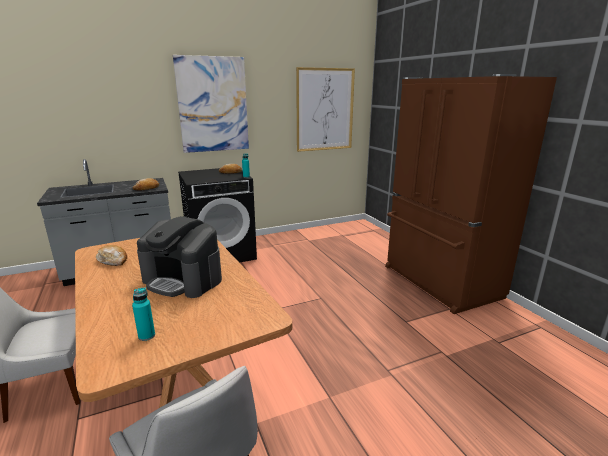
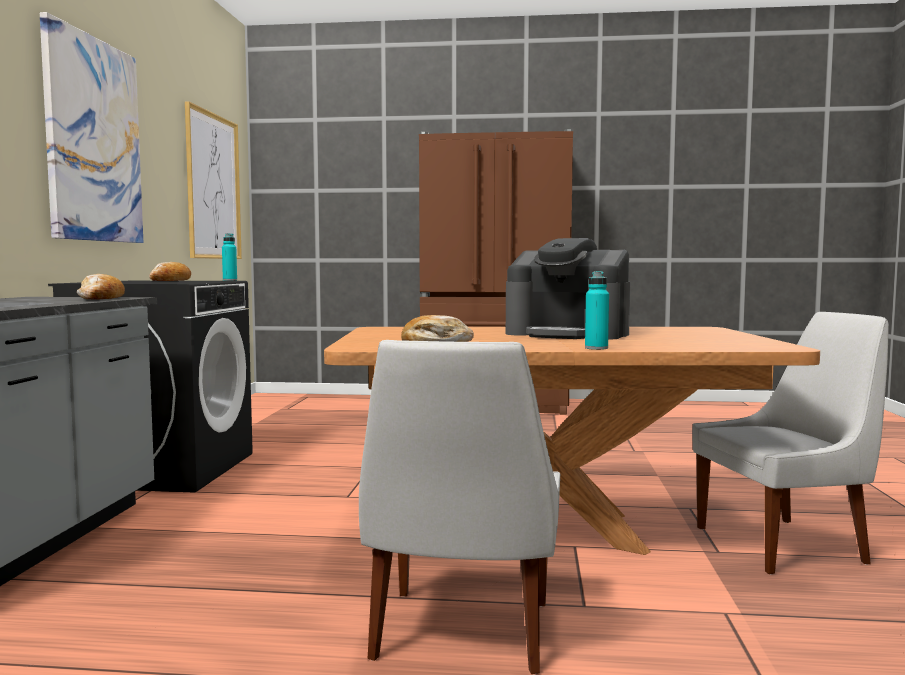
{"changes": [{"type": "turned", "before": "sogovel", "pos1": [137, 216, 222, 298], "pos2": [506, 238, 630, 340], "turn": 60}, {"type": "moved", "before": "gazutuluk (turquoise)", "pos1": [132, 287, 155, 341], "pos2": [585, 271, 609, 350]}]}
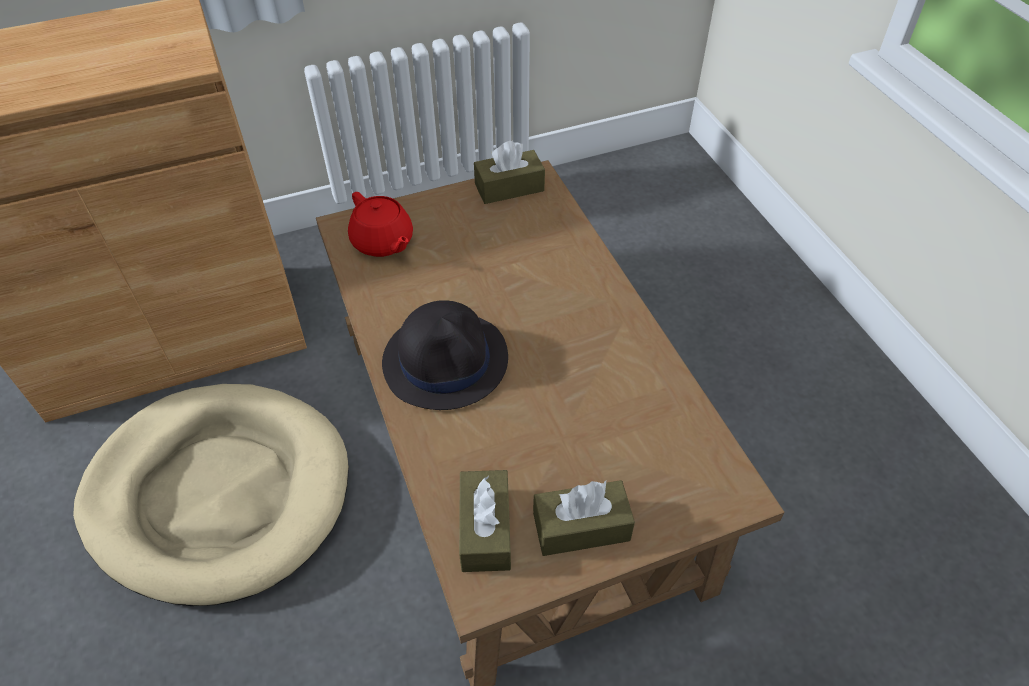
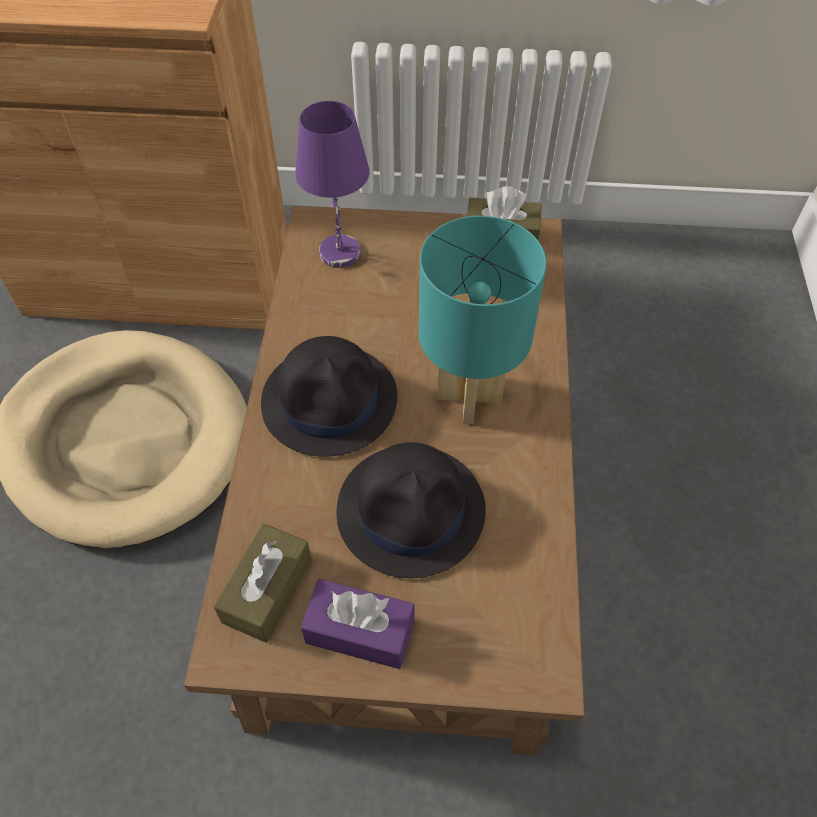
{"changes": [{"type": "replaced", "before": "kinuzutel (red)", "after": "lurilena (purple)", "pos1": [348, 192, 413, 257], "pos2": [295, 101, 370, 268]}, {"type": "recoloured", "before": "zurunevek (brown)", "after": "zurunevek (purple)", "pos1": [533, 480, 635, 556], "pos2": [301, 579, 415, 669]}, {"type": "added", "after": "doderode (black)", "pos2": [336, 442, 486, 578]}, {"type": "added", "after": "lurilena (turquoise)", "pos2": [419, 216, 547, 424]}]}
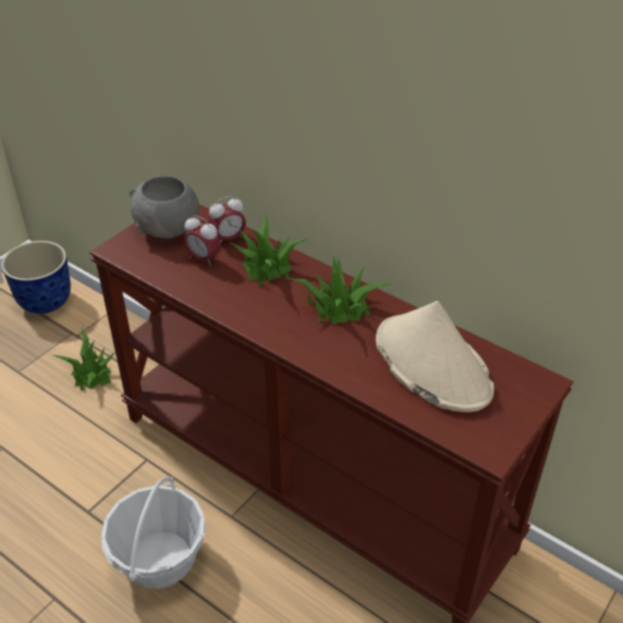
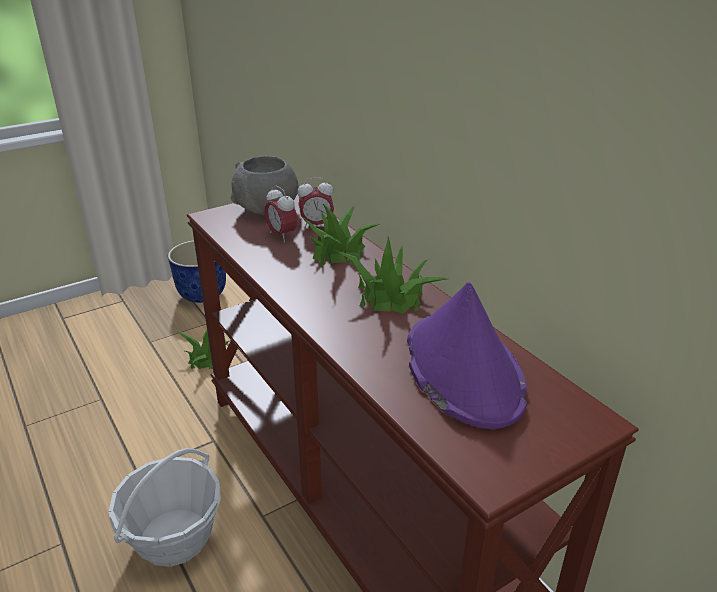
{"changes": [{"type": "recoloured", "before": "doderode (beige)", "after": "doderode (purple)", "pos1": [376, 301, 494, 412], "pos2": [407, 282, 527, 429]}]}
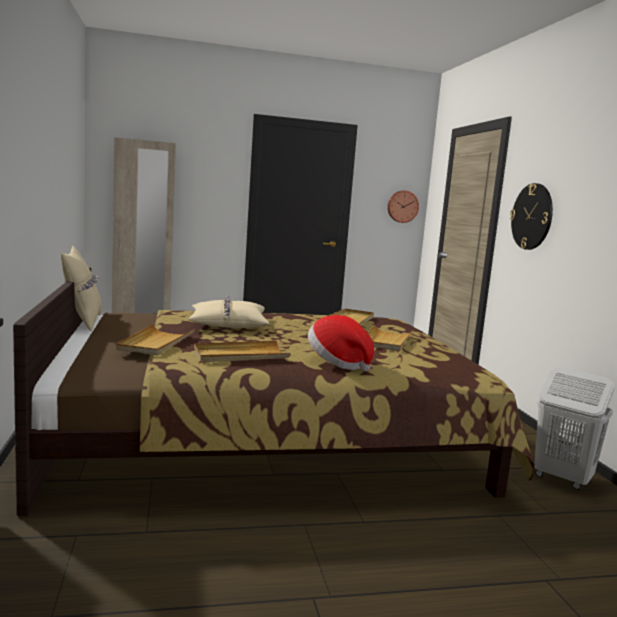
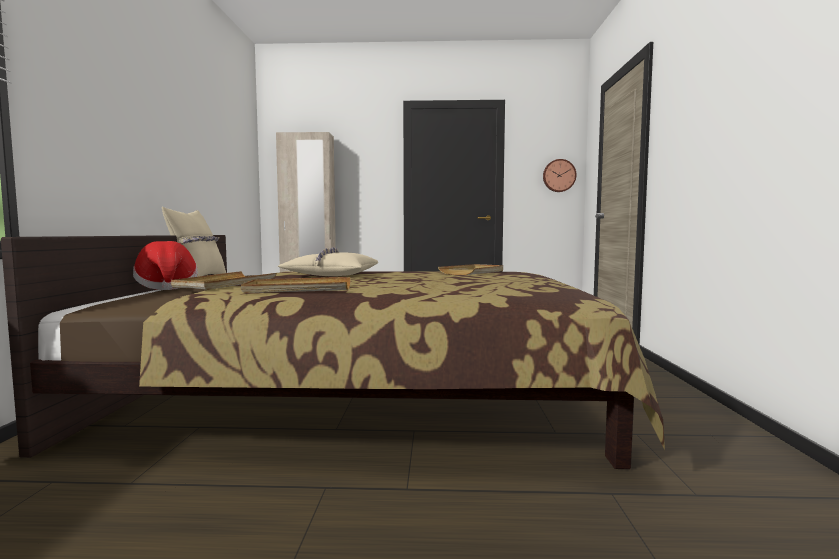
{"changes": [{"type": "moved", "before": "doderode", "pos1": [308, 315, 374, 371], "pos2": [133, 241, 198, 290]}, {"type": "removed", "before": "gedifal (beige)", "pos1": [368, 324, 413, 351]}, {"type": "removed", "before": "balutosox", "pos1": [510, 183, 553, 250]}, {"type": "removed", "before": "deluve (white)", "pos1": [534, 368, 614, 490]}]}
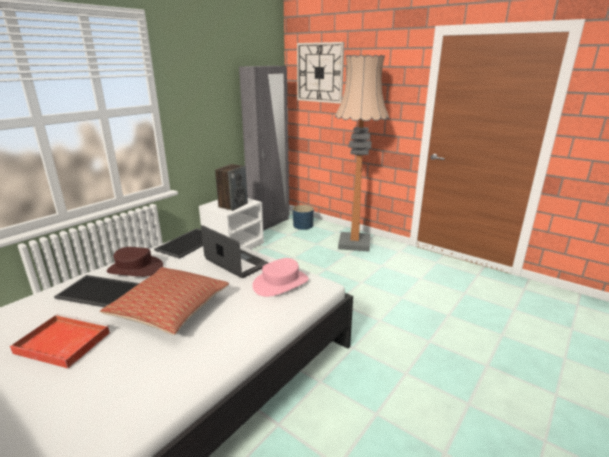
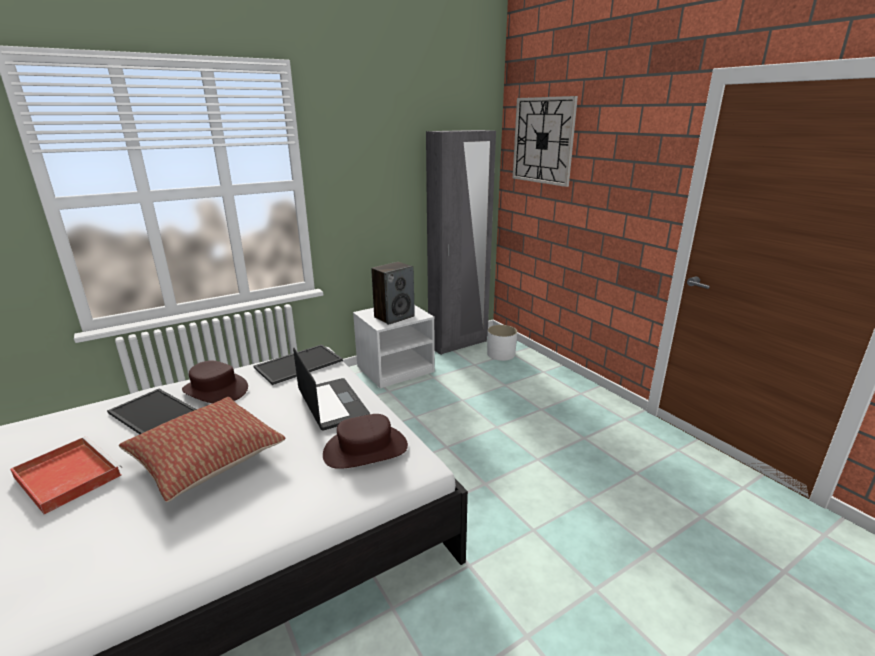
{"changes": [{"type": "recoloured", "before": "doderode (pink)", "after": "doderode (brown)", "pos1": [252, 258, 309, 297], "pos2": [323, 414, 408, 469]}, {"type": "recoloured", "before": "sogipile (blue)", "after": "sogipile (white)", "pos1": [293, 205, 314, 230], "pos2": [487, 325, 517, 361]}, {"type": "removed", "before": "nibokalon", "pos1": [335, 54, 389, 252]}]}
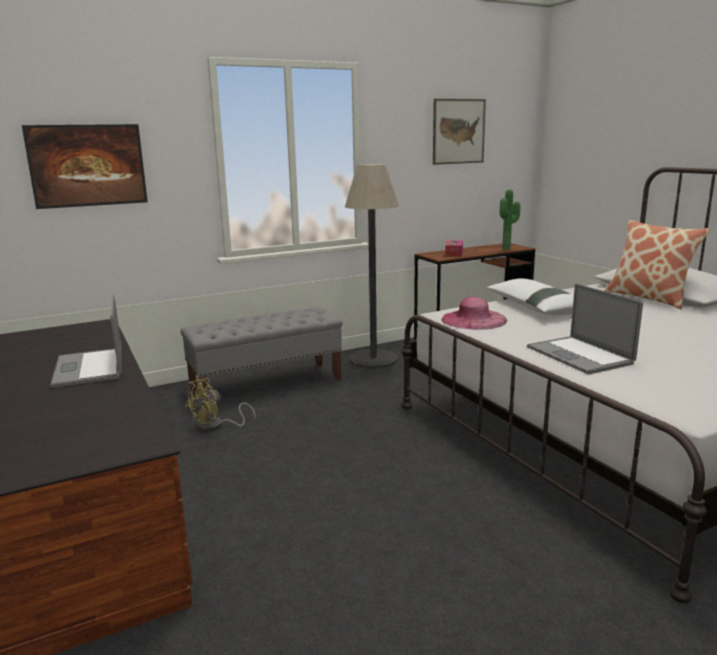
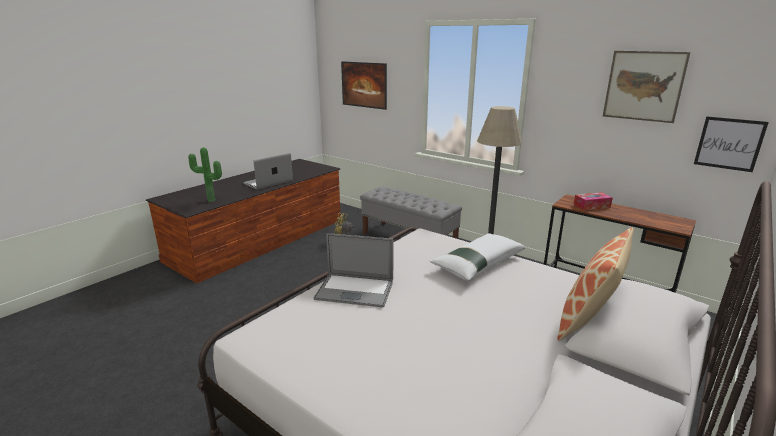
{"changes": [{"type": "moved", "before": "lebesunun", "pos1": [499, 189, 520, 250], "pos2": [188, 148, 222, 202]}, {"type": "turned", "before": "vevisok", "pos1": [527, 283, 643, 374], "pos2": [314, 233, 394, 308], "turn": -120}, {"type": "added", "after": "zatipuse", "pos2": [694, 116, 769, 172]}, {"type": "removed", "before": "doderode (pink)", "pos1": [441, 297, 507, 330]}]}
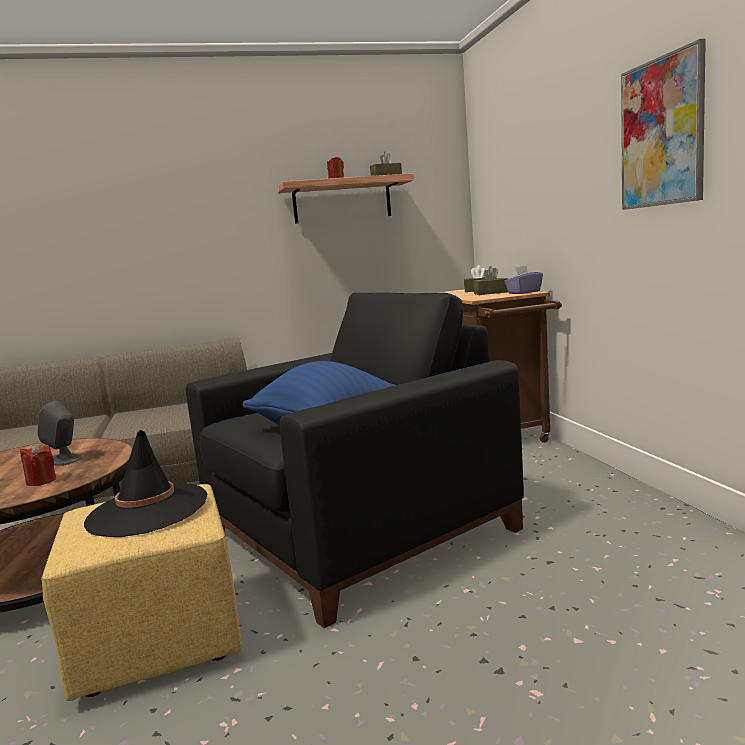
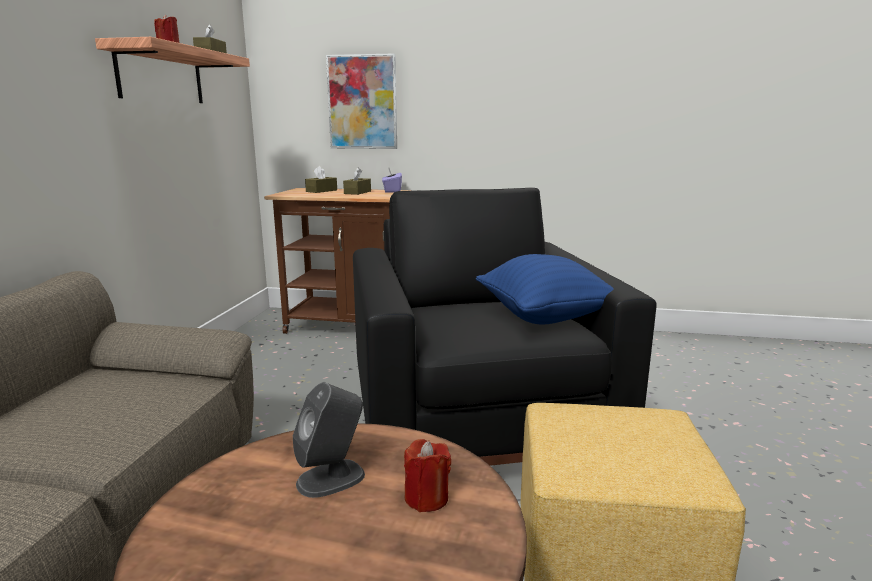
{"changes": [{"type": "moved", "before": "zatipuse", "pos1": [621, 39, 706, 210], "pos2": [326, 53, 397, 149]}, {"type": "removed", "before": "doderode (black)", "pos1": [84, 430, 207, 537]}]}
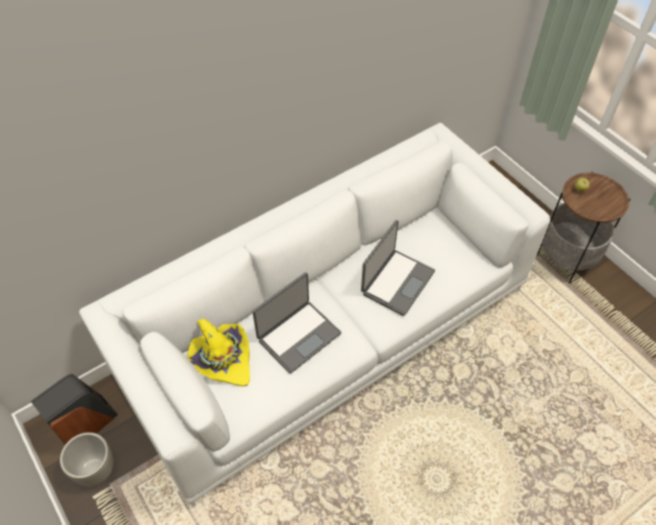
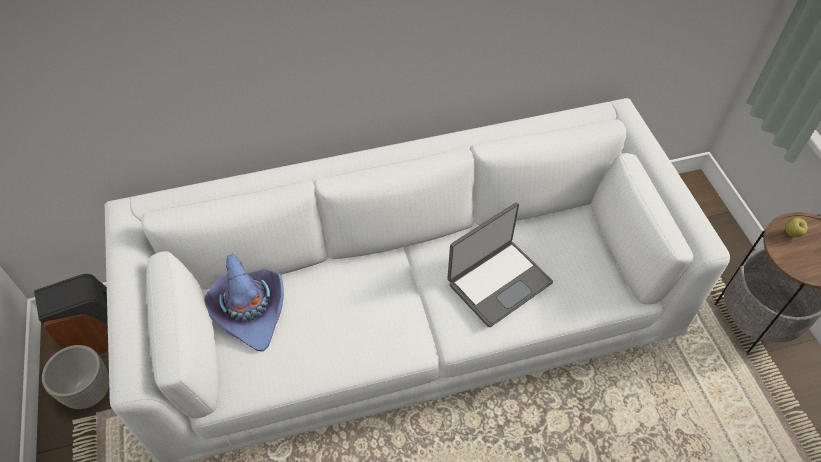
{"changes": [{"type": "recoloured", "before": "doderode (yellow)", "after": "doderode (purple)", "pos1": [187, 319, 250, 386], "pos2": [204, 254, 284, 351]}, {"type": "removed", "before": "vevisok", "pos1": [252, 272, 341, 374]}]}
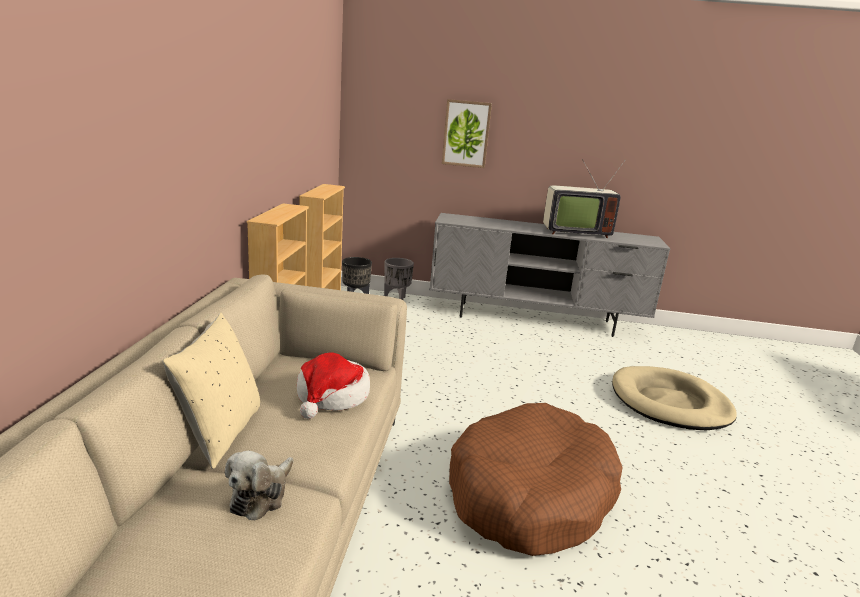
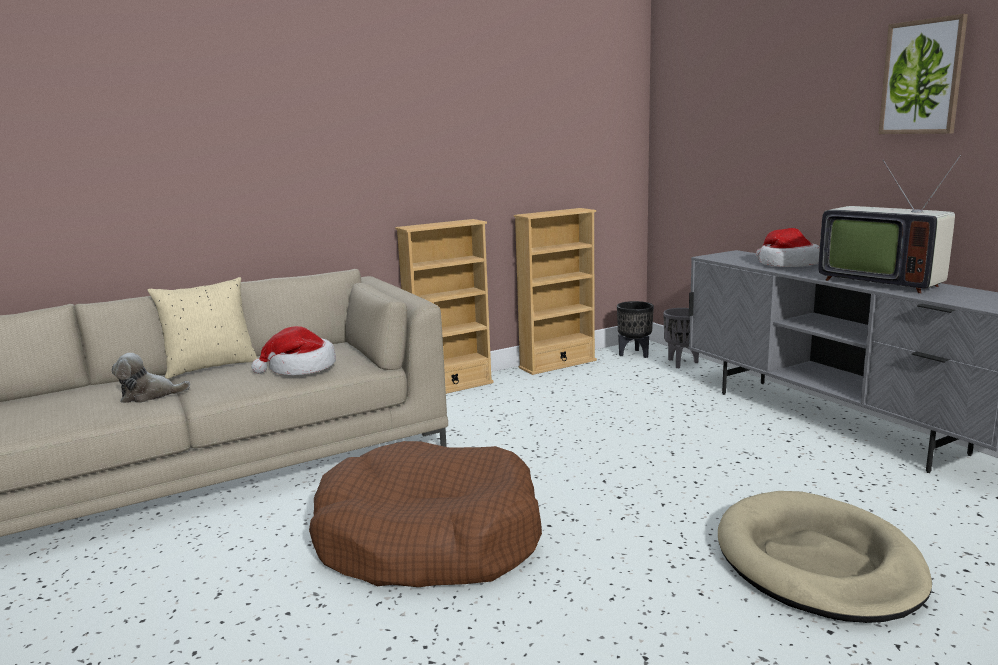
{"changes": [{"type": "added", "after": "doderode", "pos2": [756, 228, 820, 267]}, {"type": "moved", "before": "zatipuse", "pos1": [442, 99, 492, 168], "pos2": [878, 14, 968, 134]}]}
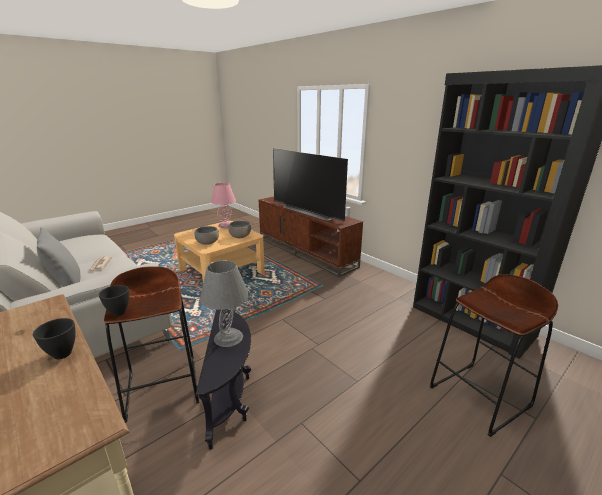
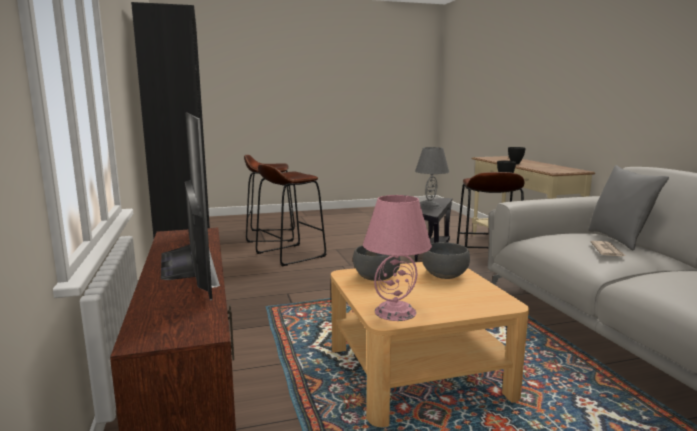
{"changes": [{"type": "added", "after": "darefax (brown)", "pos2": [256, 164, 326, 266]}]}
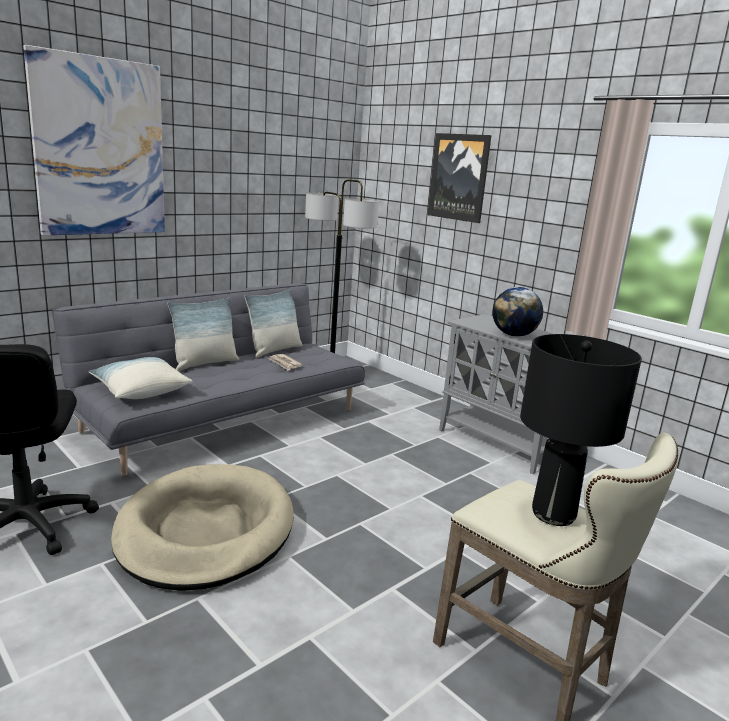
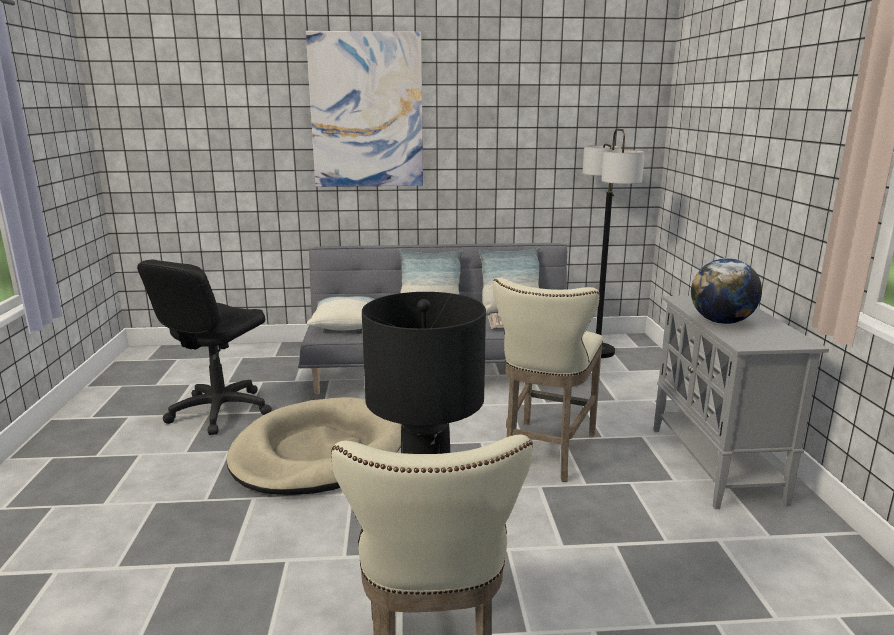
{"changes": [{"type": "added", "after": "darefax (beige)", "pos2": [493, 278, 603, 482]}, {"type": "removed", "before": "zatipuse", "pos1": [427, 133, 491, 223]}]}
